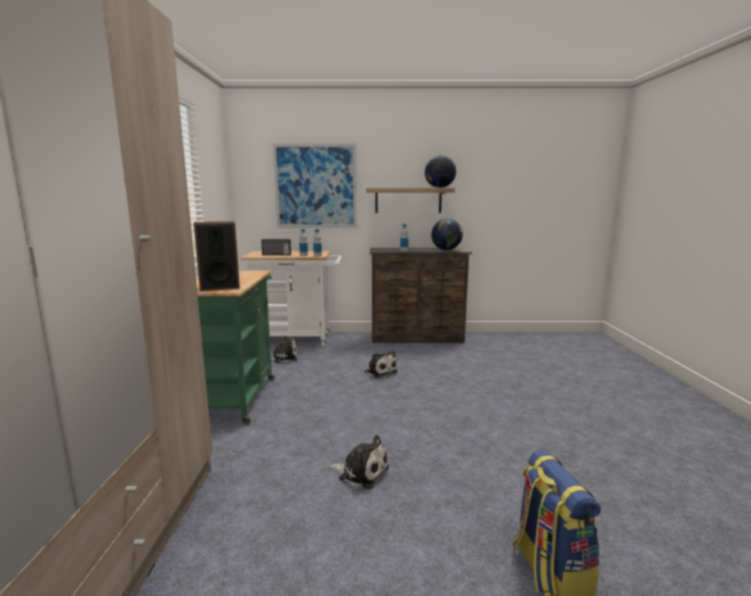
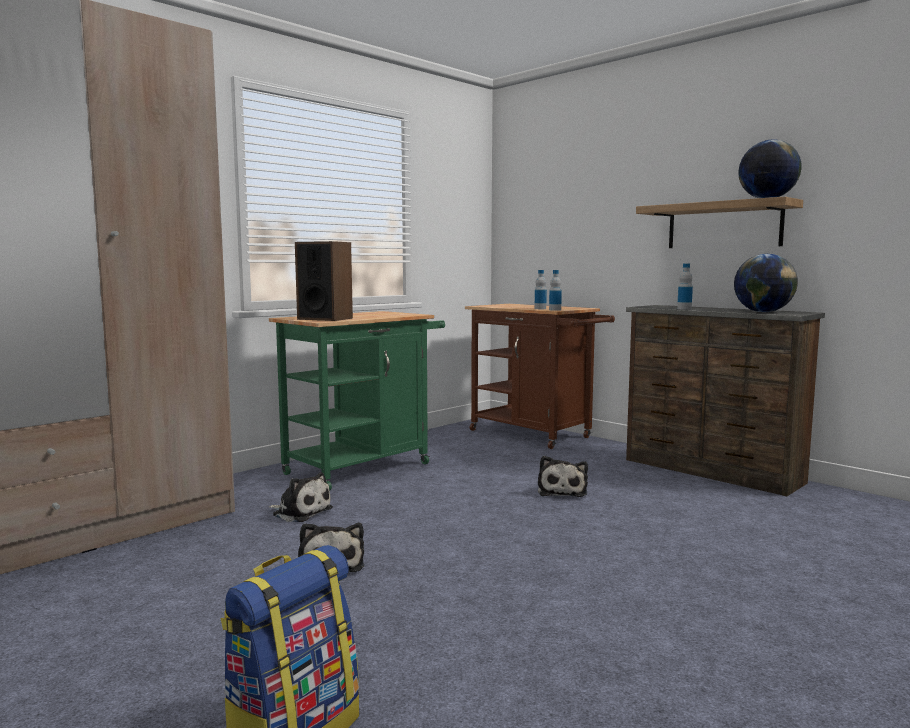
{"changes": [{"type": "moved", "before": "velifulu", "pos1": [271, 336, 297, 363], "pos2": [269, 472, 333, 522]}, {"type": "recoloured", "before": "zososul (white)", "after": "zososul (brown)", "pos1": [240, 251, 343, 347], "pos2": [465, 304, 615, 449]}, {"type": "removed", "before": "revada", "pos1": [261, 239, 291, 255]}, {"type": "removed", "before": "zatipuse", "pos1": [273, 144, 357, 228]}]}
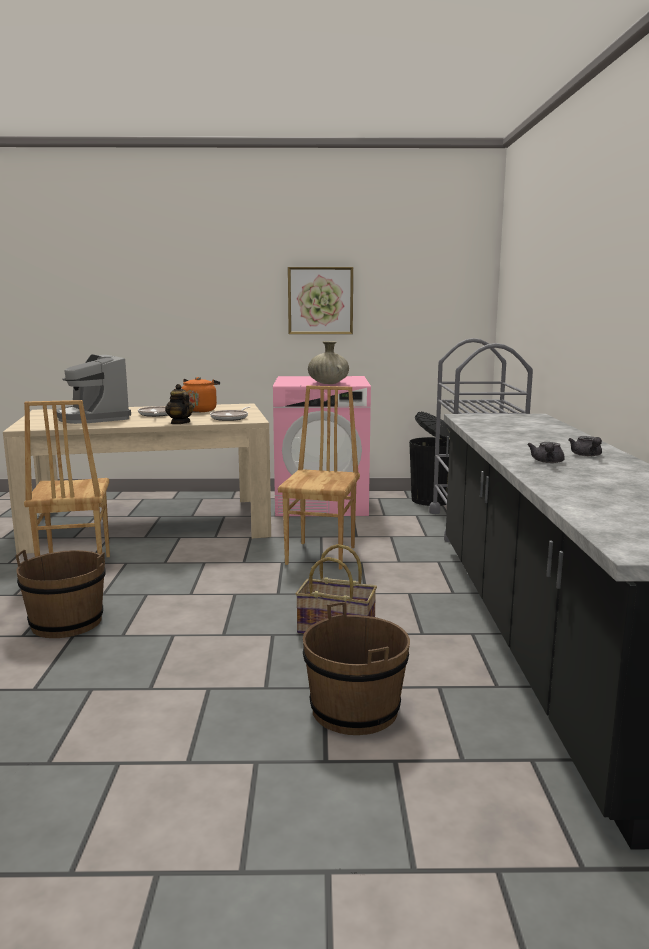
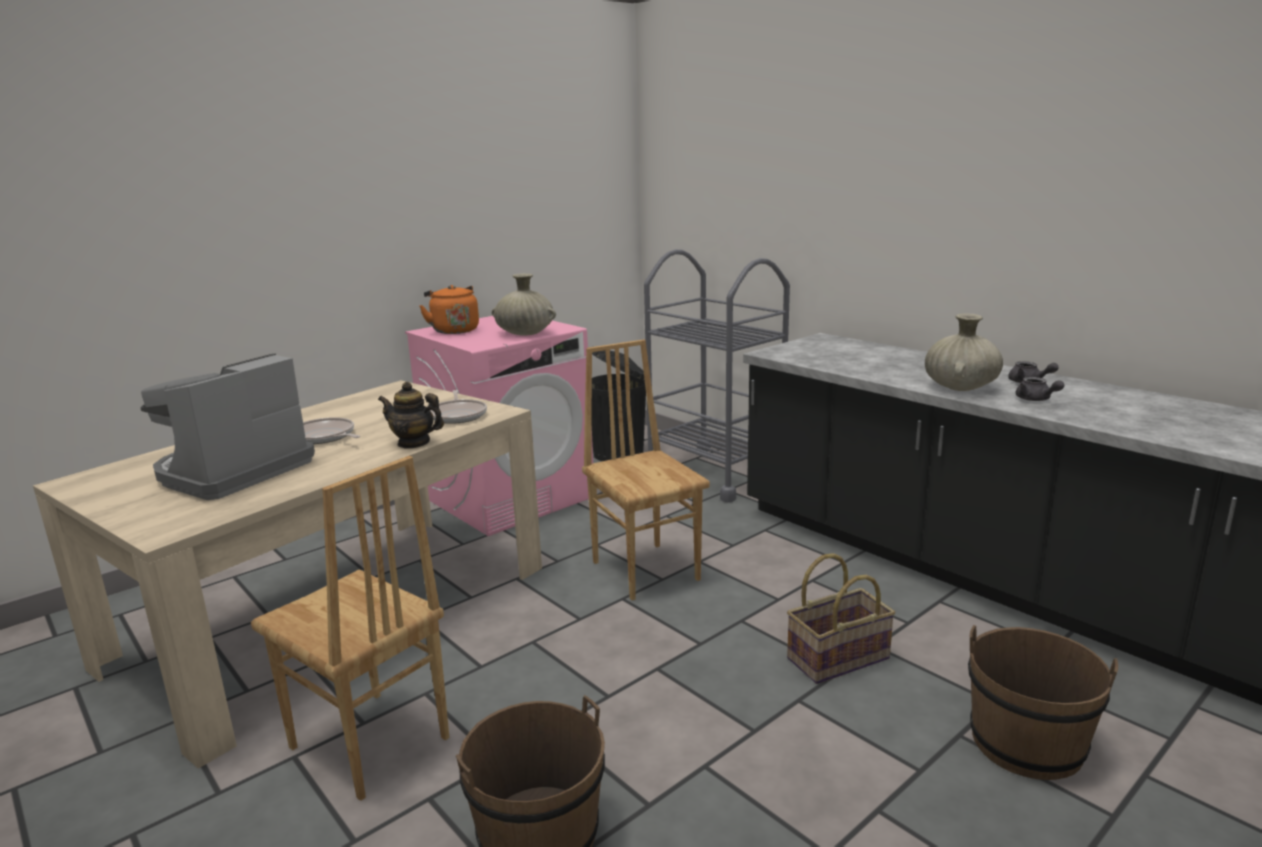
{"changes": [{"type": "turned", "before": "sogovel", "pos1": [56, 354, 131, 424], "pos2": [141, 353, 315, 500], "turn": 105}, {"type": "moved", "before": "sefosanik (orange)", "pos1": [181, 377, 220, 412], "pos2": [420, 285, 479, 334]}, {"type": "added", "after": "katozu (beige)", "pos2": [925, 313, 1003, 391]}, {"type": "removed", "before": "zatipuse", "pos1": [288, 267, 353, 334]}]}
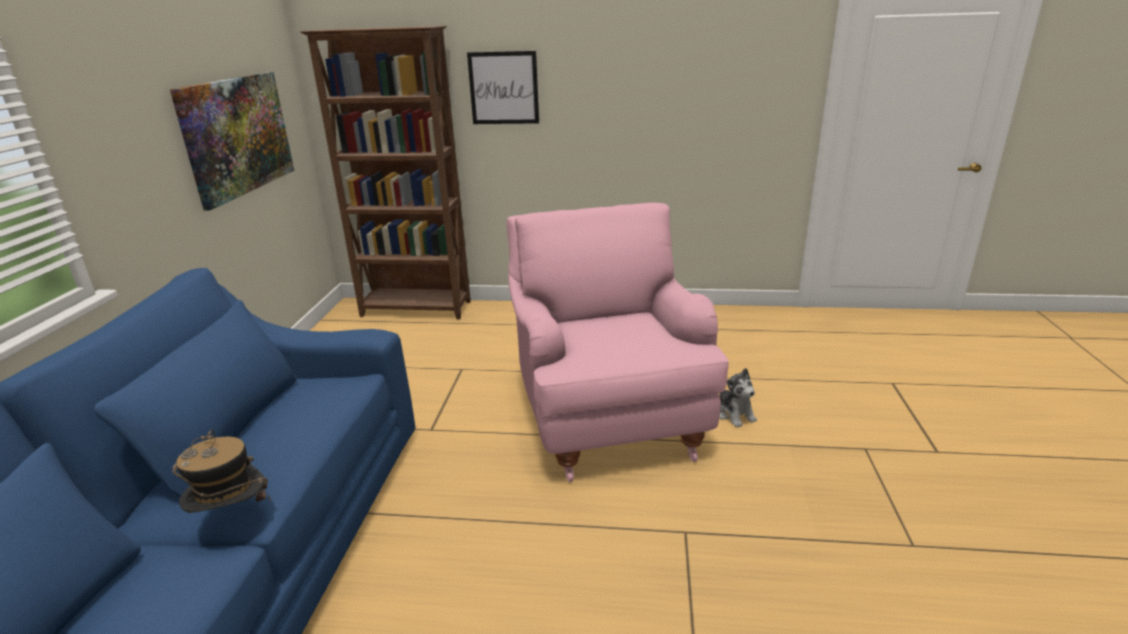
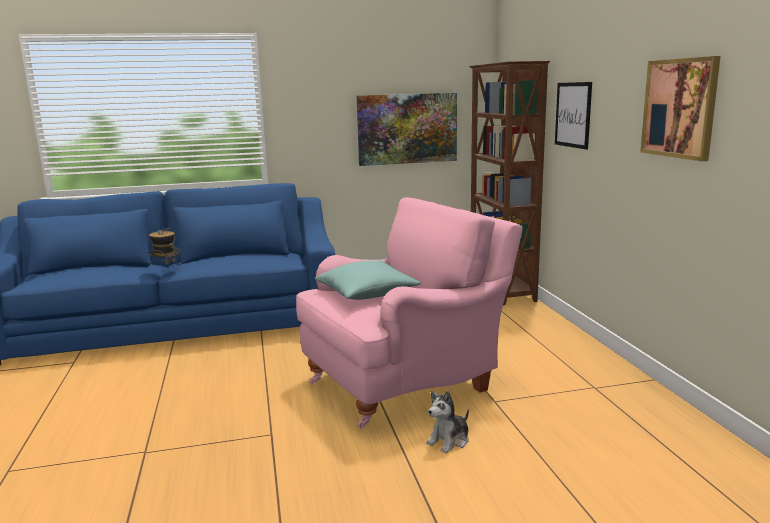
{"changes": [{"type": "added", "after": "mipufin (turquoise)", "pos2": [315, 260, 421, 300]}, {"type": "added", "after": "zatipuse", "pos2": [640, 56, 721, 161]}]}
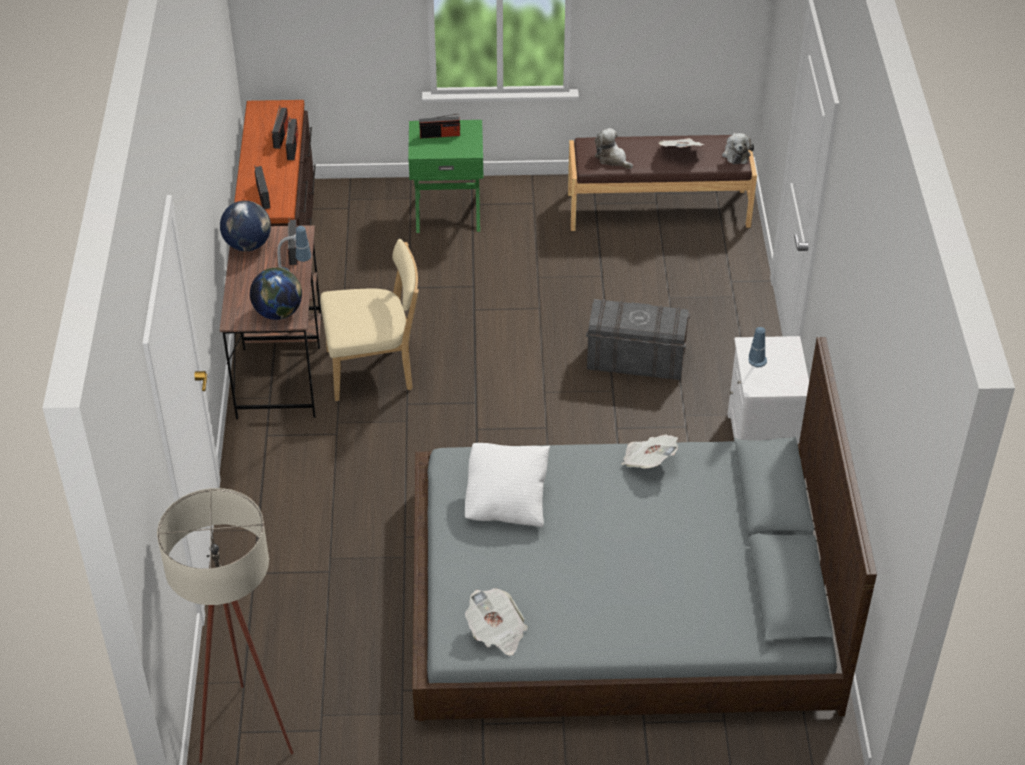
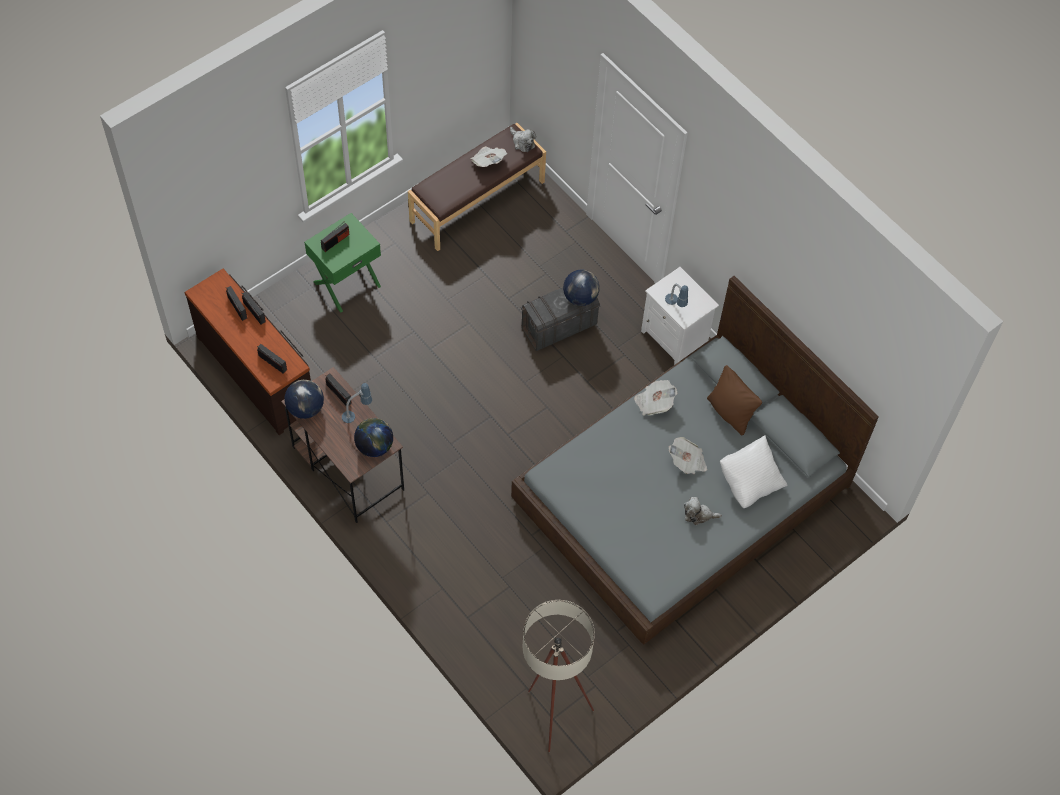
{"changes": [{"type": "added", "after": "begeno", "pos2": [563, 270, 600, 306]}, {"type": "moved", "before": "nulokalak", "pos1": [465, 588, 528, 656], "pos2": [669, 437, 707, 474]}, {"type": "moved", "before": "velifulu", "pos1": [595, 128, 633, 169], "pos2": [684, 497, 722, 525]}, {"type": "added", "after": "mipufin (brown)", "pos2": [707, 365, 762, 435]}, {"type": "moved", "before": "mipufin (white)", "pos1": [465, 443, 550, 528], "pos2": [720, 435, 787, 508]}, {"type": "removed", "before": "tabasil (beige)", "pos1": [320, 239, 419, 401]}]}
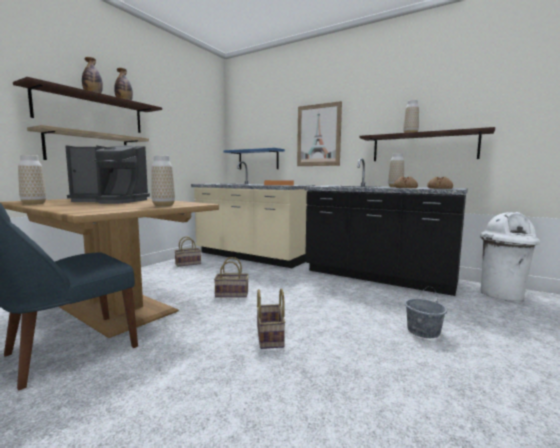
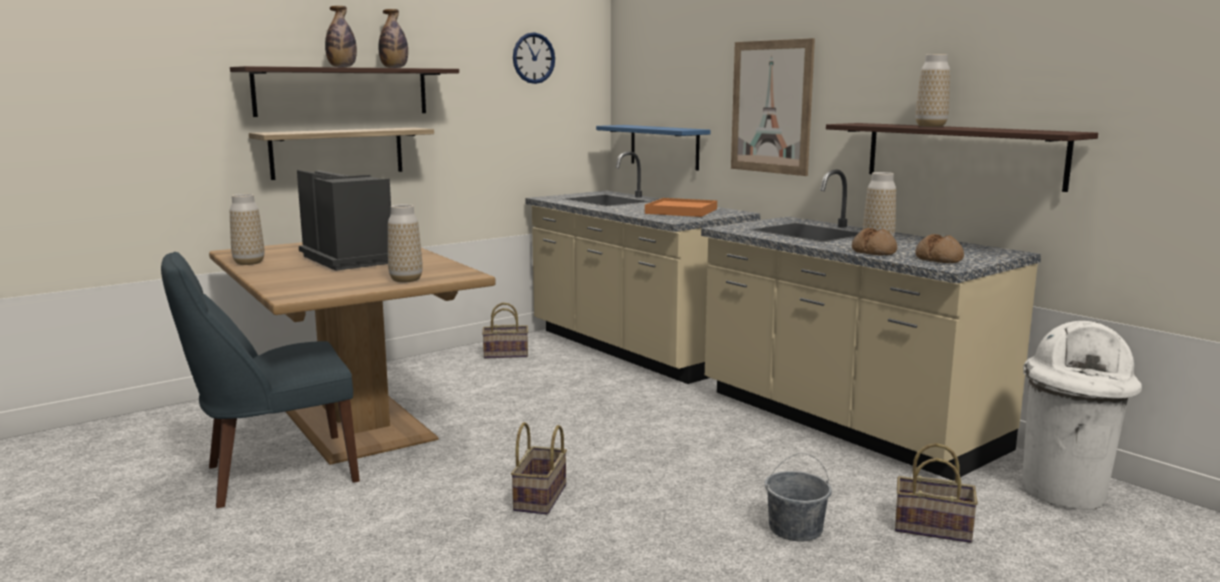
{"changes": [{"type": "turned", "before": "sogovel", "pos1": [65, 145, 150, 204], "pos2": [297, 170, 391, 271], "turn": -150}, {"type": "added", "after": "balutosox", "pos2": [513, 32, 555, 84]}, {"type": "recoloured", "before": "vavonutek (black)", "after": "vavonutek (beige)", "pos1": [304, 158, 468, 296], "pos2": [701, 169, 1041, 481]}, {"type": "moved", "before": "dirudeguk", "pos1": [214, 257, 249, 297], "pos2": [895, 443, 978, 543]}]}
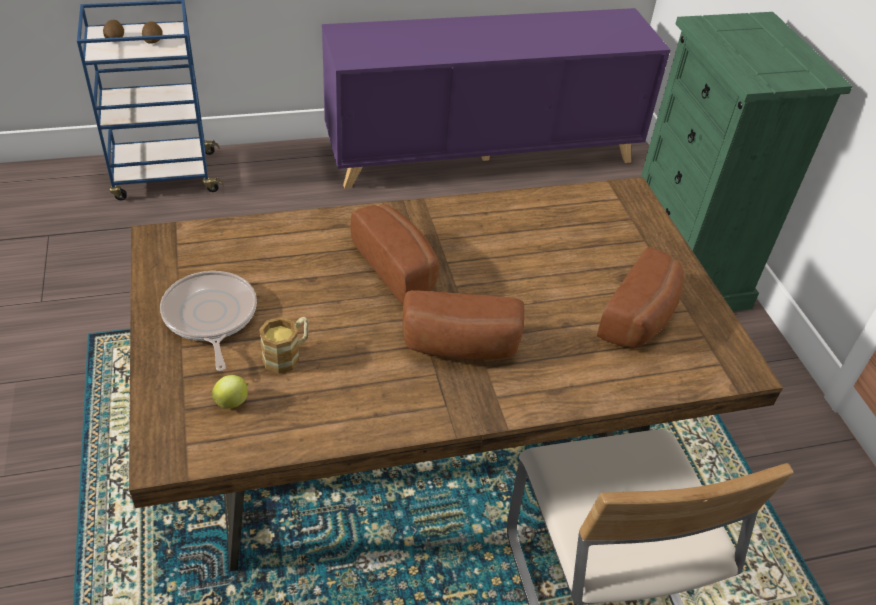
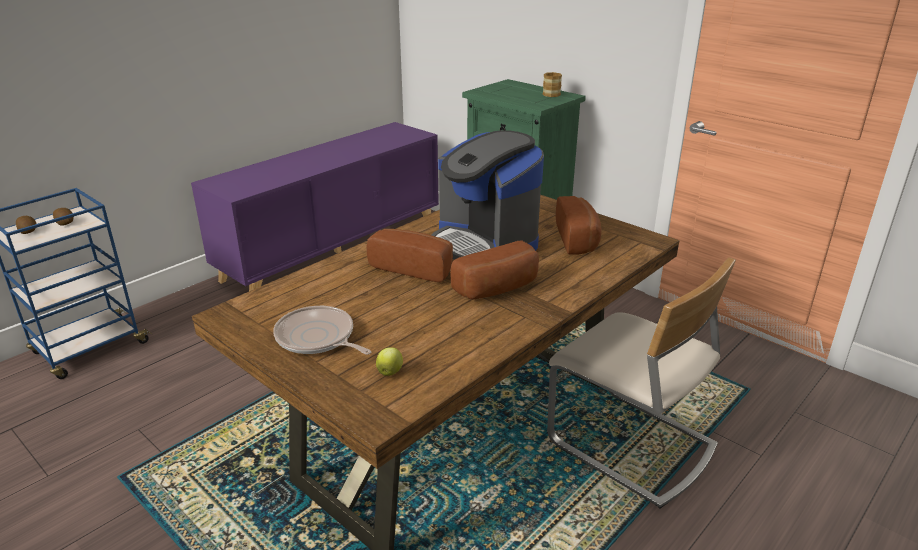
{"changes": [{"type": "added", "after": "sogovel", "pos2": [432, 130, 544, 260]}, {"type": "moved", "before": "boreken", "pos1": [259, 317, 309, 374], "pos2": [543, 72, 562, 97]}]}
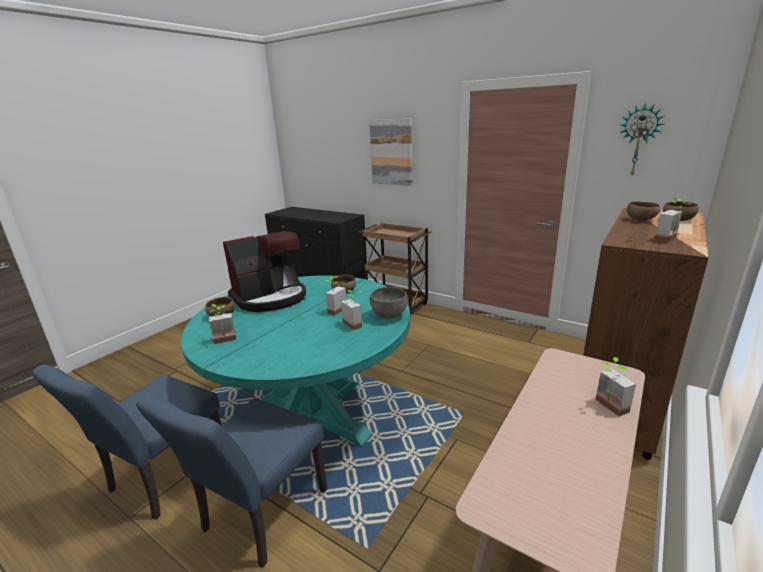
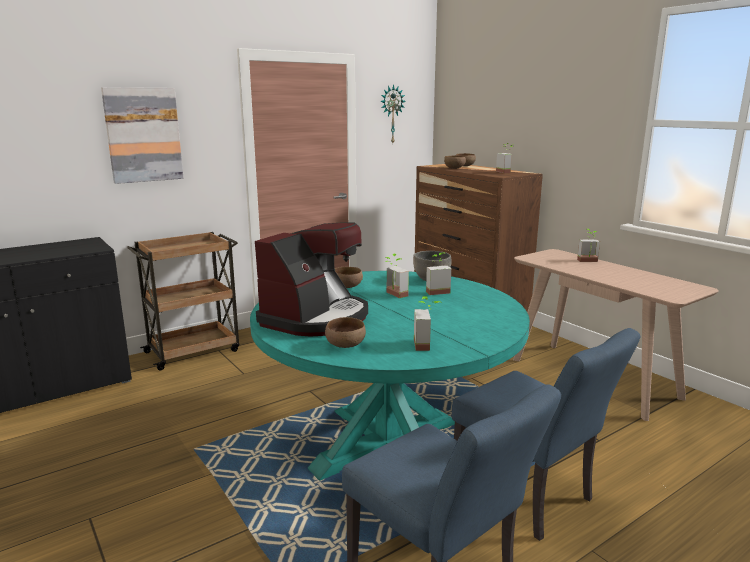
{"changes": [{"type": "turned", "before": "sogovel", "pos1": [223, 231, 306, 312], "pos2": [255, 223, 368, 337], "turn": 45}]}
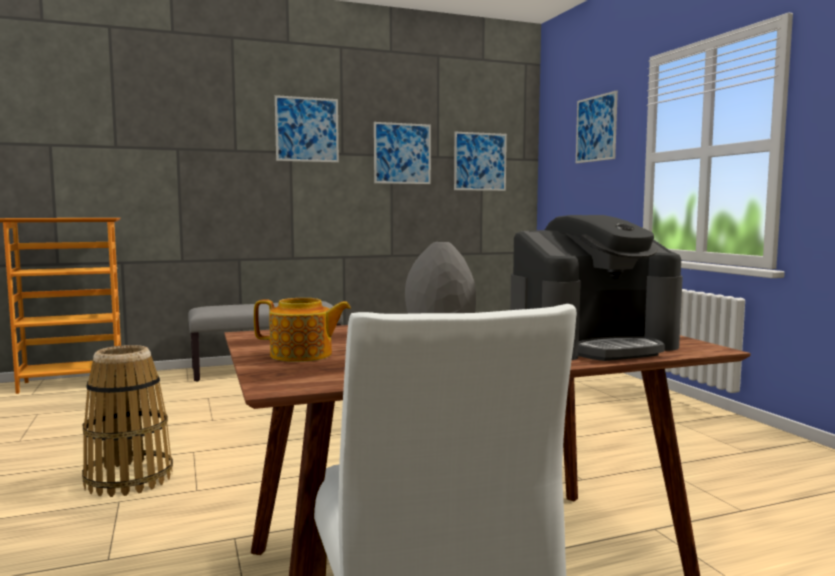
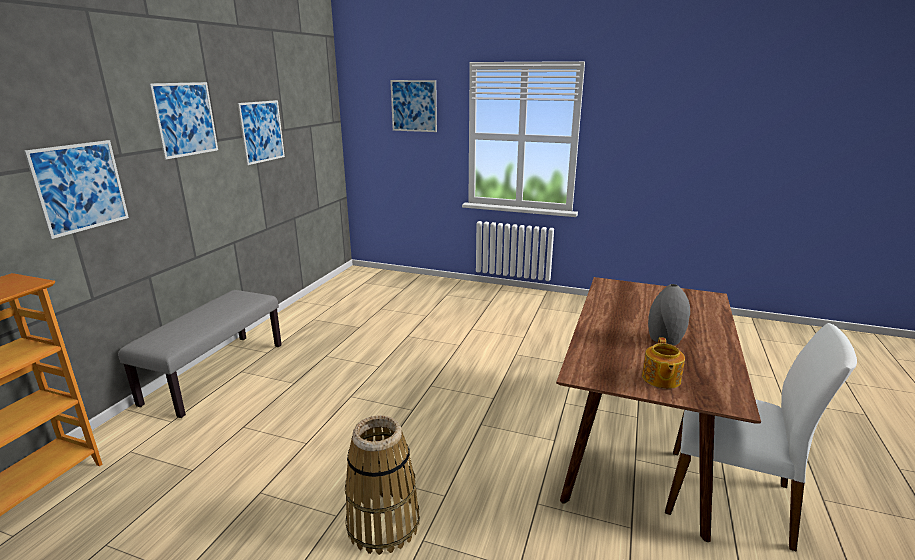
{"changes": [{"type": "moved", "before": "zatipuse", "pos1": [454, 132, 507, 191], "pos2": [24, 140, 129, 239]}, {"type": "turned", "before": "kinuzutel", "pos1": [254, 298, 351, 362], "pos2": [642, 337, 685, 389], "turn": 150}, {"type": "removed", "before": "sogovel", "pos1": [510, 215, 683, 361]}]}
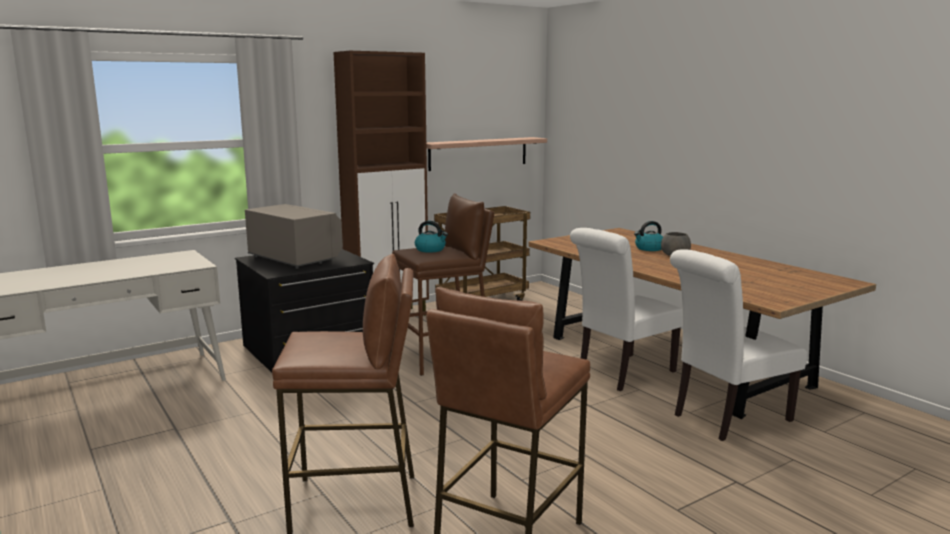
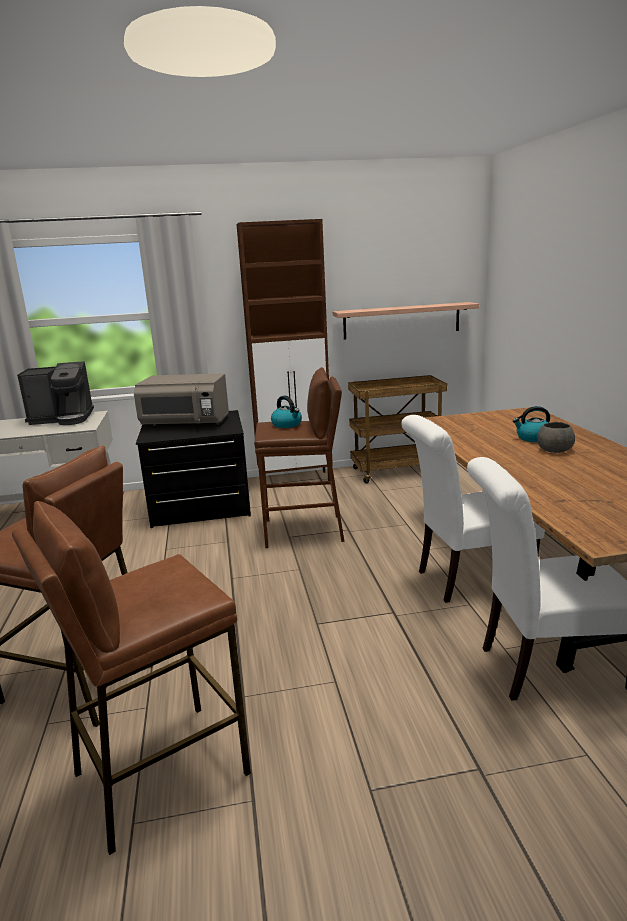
{"changes": [{"type": "added", "after": "sogovel", "pos2": [17, 361, 94, 425]}, {"type": "turned", "before": "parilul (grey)", "pos1": [245, 204, 343, 269], "pos2": [134, 374, 229, 426], "turn": 120}]}
